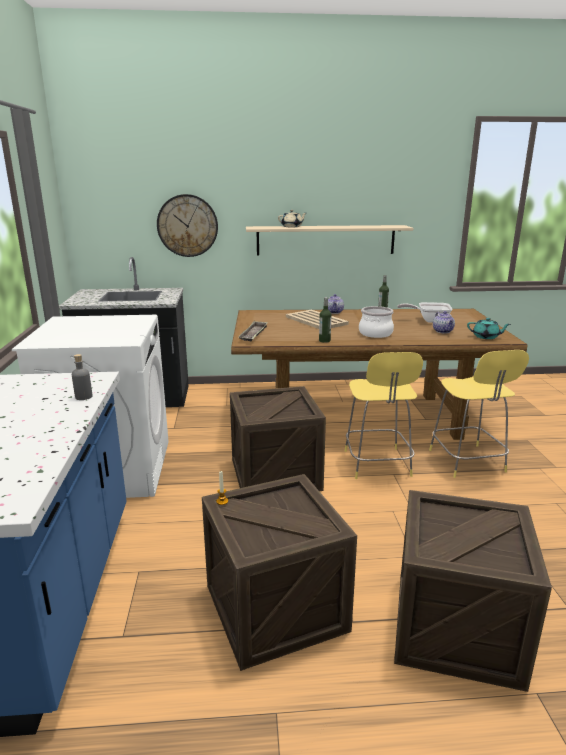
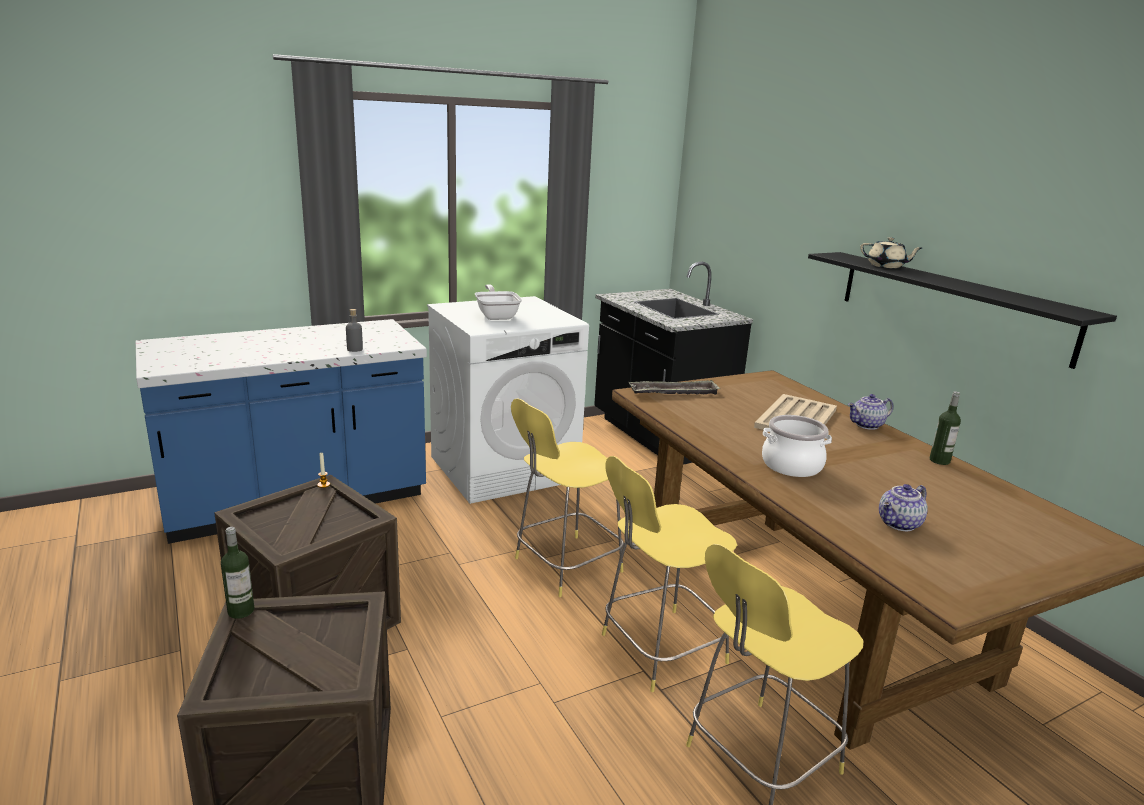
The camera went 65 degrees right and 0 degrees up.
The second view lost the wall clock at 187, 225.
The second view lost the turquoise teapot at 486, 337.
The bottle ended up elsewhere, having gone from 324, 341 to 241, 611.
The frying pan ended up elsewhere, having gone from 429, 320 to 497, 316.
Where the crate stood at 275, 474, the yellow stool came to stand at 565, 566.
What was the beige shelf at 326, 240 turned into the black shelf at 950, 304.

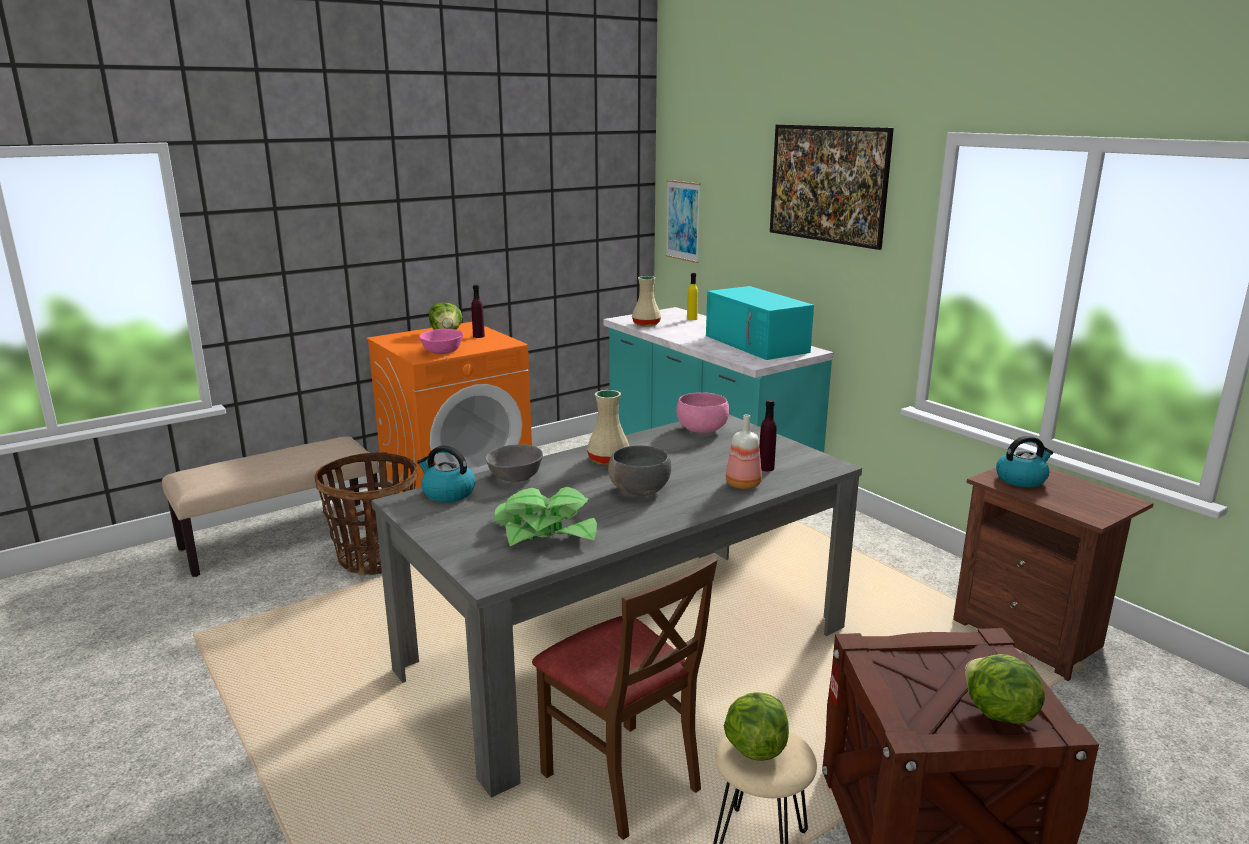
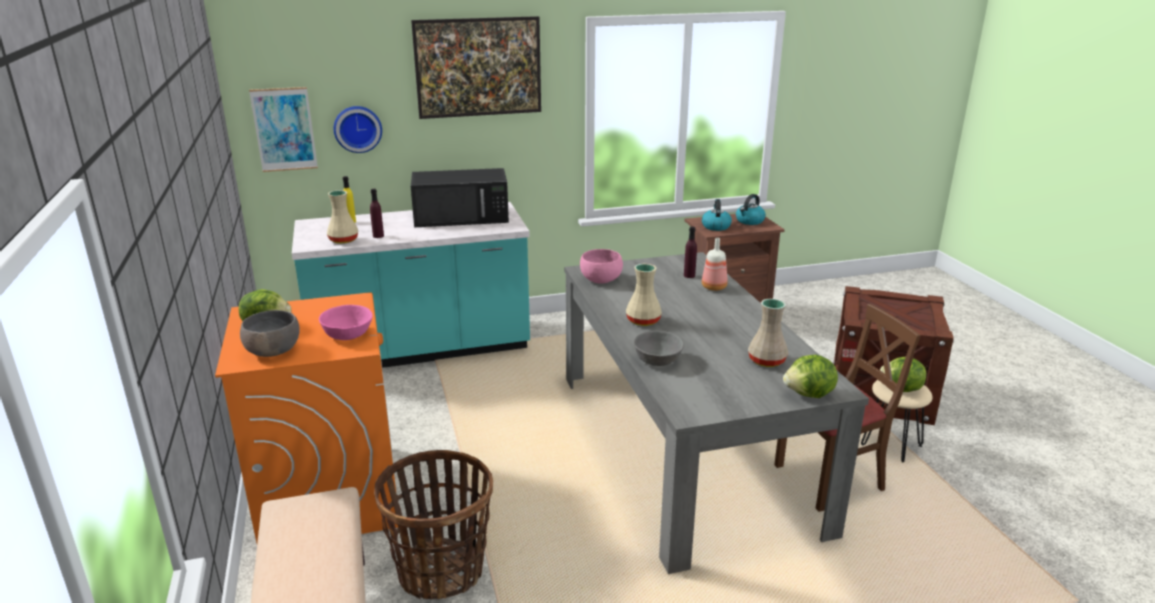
The camera went 70 degrees left and 5 degrees up.
The second view gained the wall clock at 357, 128.
The kettle ended up elsewhere, having gone from 447, 493 to 749, 221.
The purple bottle ended up elsewhere, having gone from 478, 336 to 378, 236.
The grey bowl ended up elsewhere, having gone from 639, 490 to 273, 351.
The lettuce ended up elsewhere, having gone from 997, 714 to 809, 395.
Where the potted plant stood at 545, 530, the beige vase came to stand at 766, 361.
What was the turquoise microwave at 757, 344 turned into the black microwave at 462, 216.

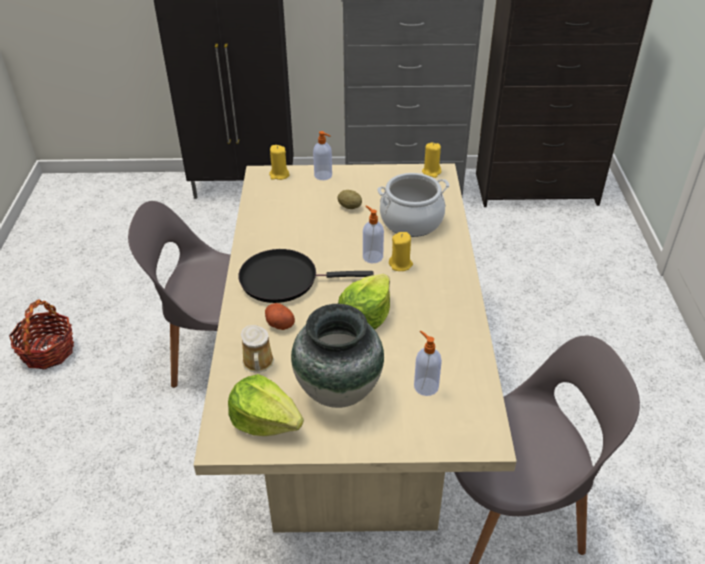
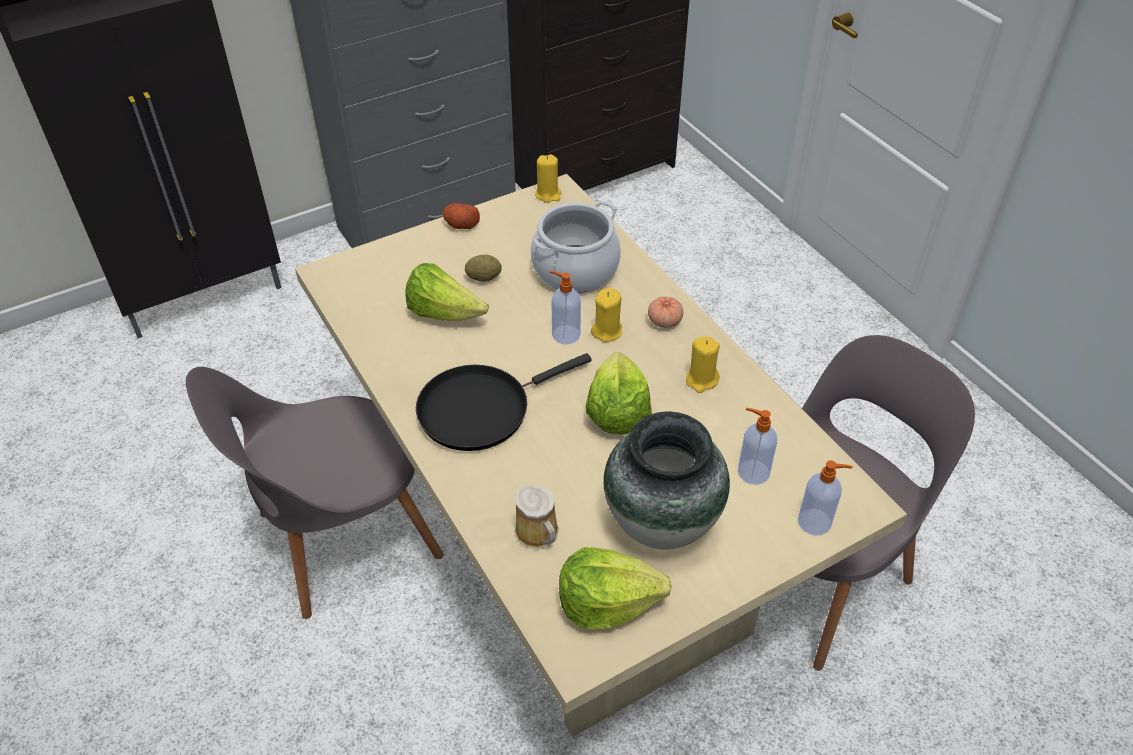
The camera went 30 degrees left and 5 degrees up.
The second view lost the basket at 48, 351.
The second view gained the lettuce at 444, 313.
The second view gained the tomato at 664, 321.
The potato ended up elsewhere, having gone from 279, 323 to 461, 225.
The yellow candle ended up elsewhere, having gone from 279, 175 to 701, 380.
The soap dispenser ended up elsewhere, having gone from 323, 176 to 815, 522.

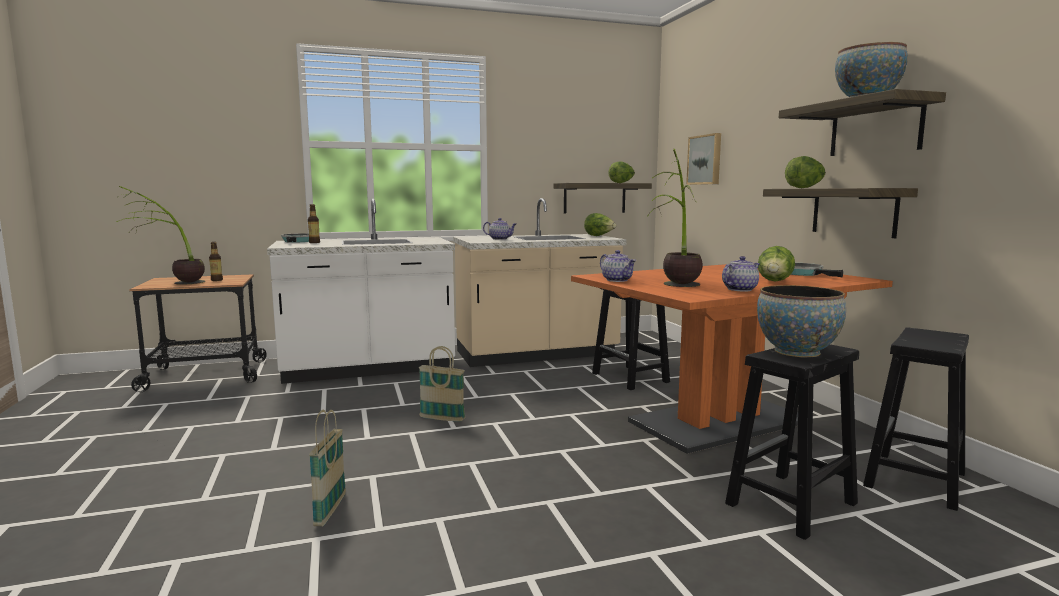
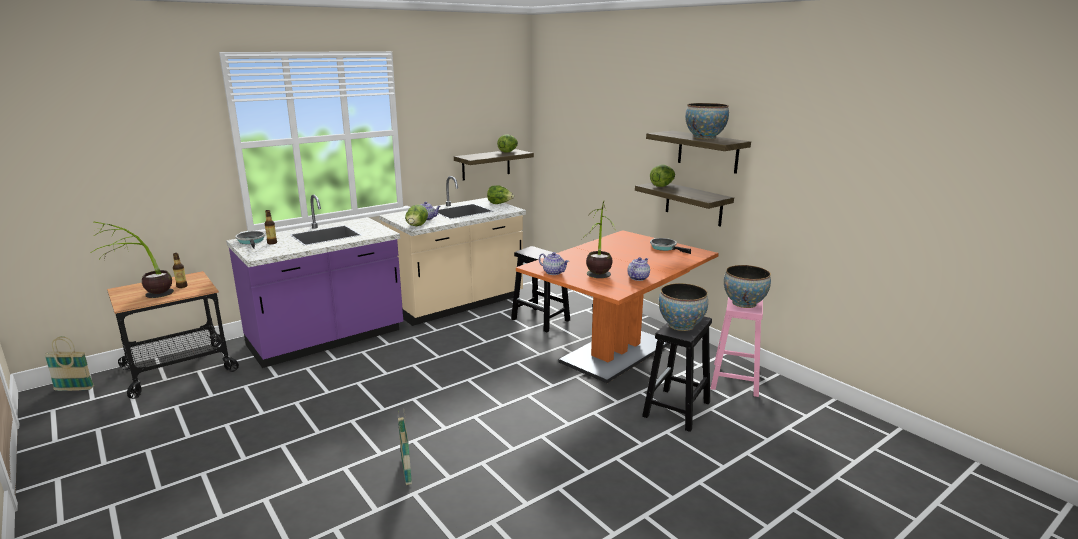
The camera went 20 degrees left and 10 degrees up.
The second view lost the picture at 705, 160.
The second view gained the bowl at 744, 303.
The basket ended up elsewhere, having gone from 442, 419 to 74, 389.
The lettuce ended up elsewhere, having gone from 775, 282 to 416, 226.
What was the white counter at 368, 368 turned into the purple counter at 327, 339.
What was the black stool at 915, 480 turned into the pink stool at 735, 379.

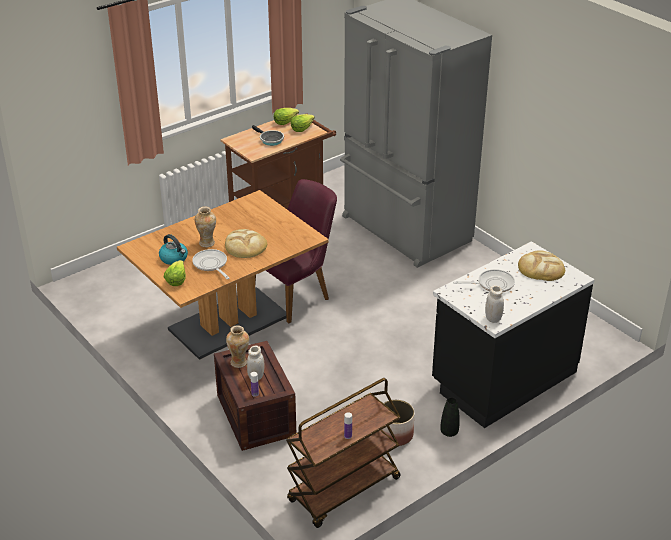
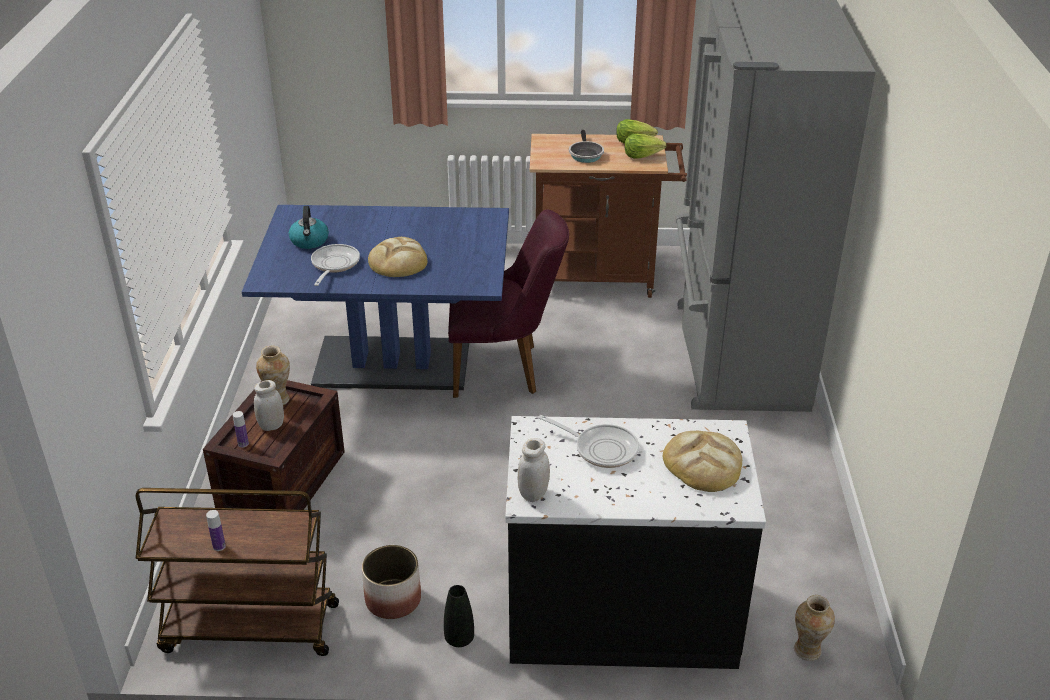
The camera went 40 degrees right and 0 degrees up.
The second view lost the lettuce at 176, 280.
The vase ended up elsewhere, having gone from 207, 243 to 807, 651.
What was the brown dining table at 229, 323 turned into the blue dining table at 392, 364.

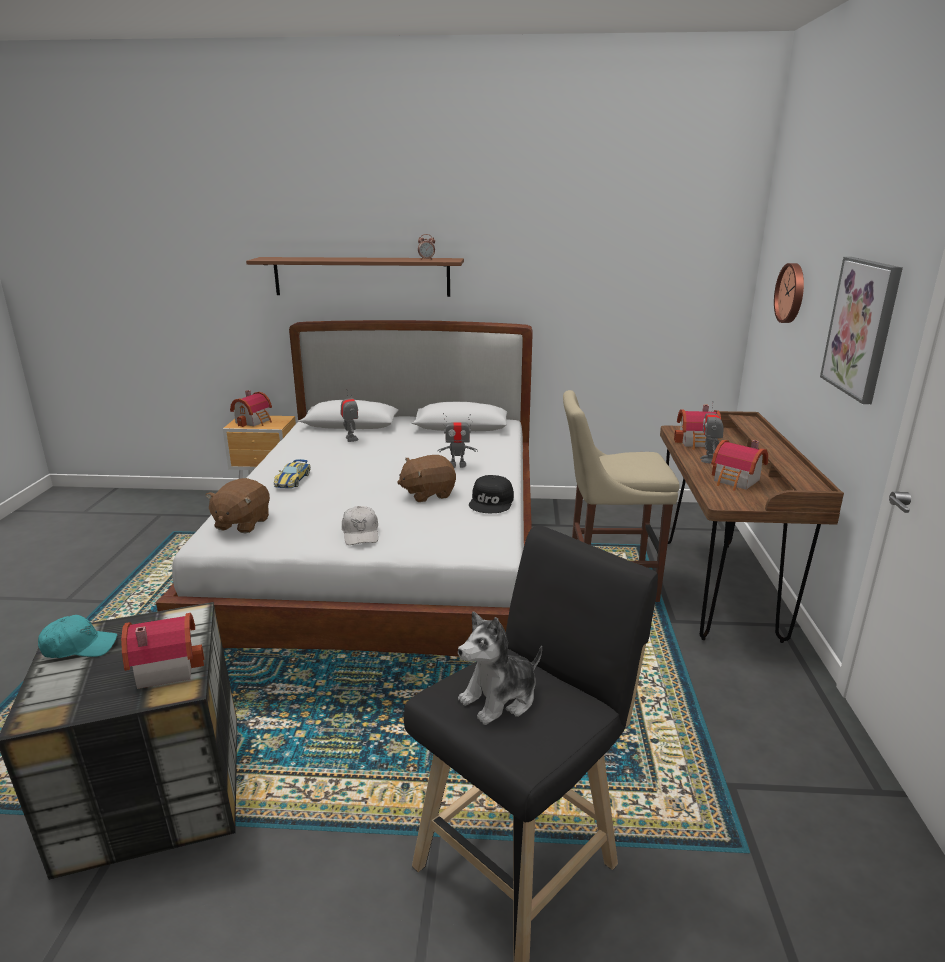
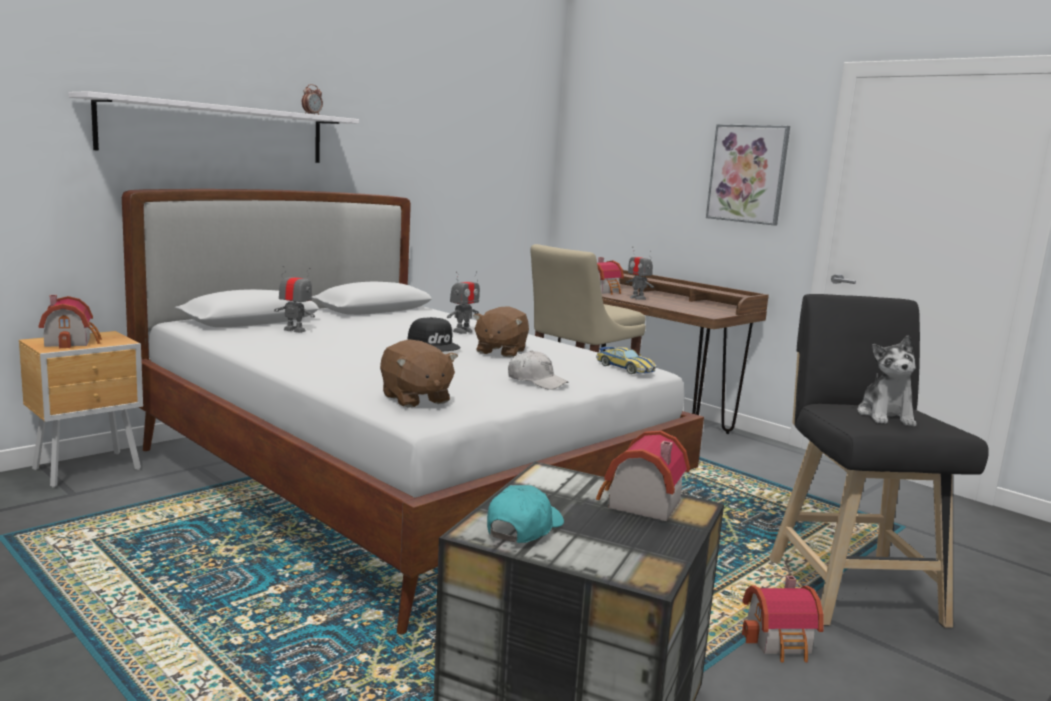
The camera went 50 degrees left and 10 degrees down.
The second view lost the wall clock at 792, 293.
The toy car ended up elsewhere, having gone from 293, 480 to 625, 368.
The black cap ended up elsewhere, having gone from 492, 502 to 434, 345.
The toy house ended up elsewhere, having gone from 736, 481 to 781, 642.
What was the brown shelf at 362, 276 turned into the white shelf at 216, 132.

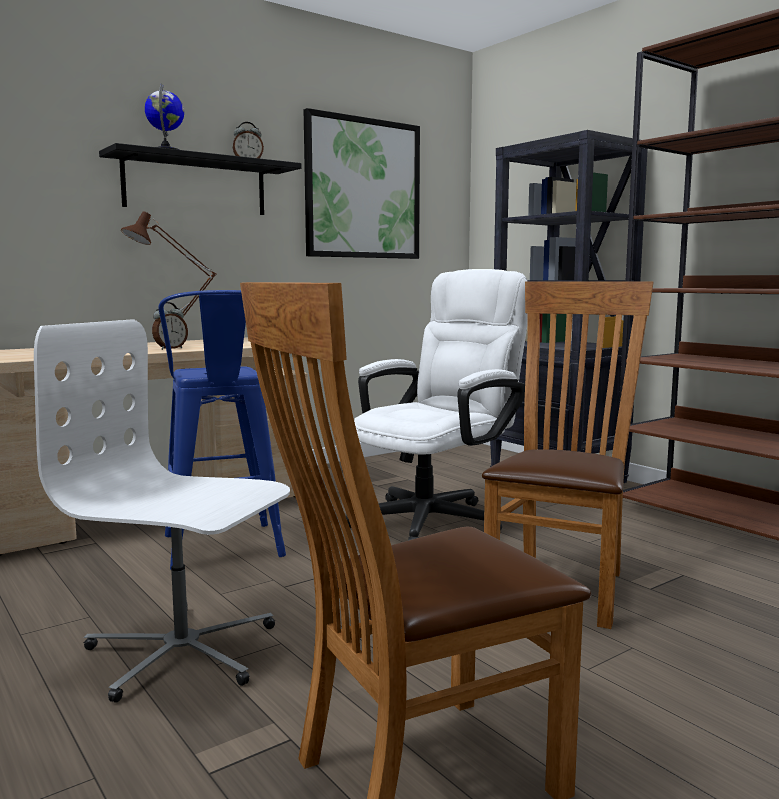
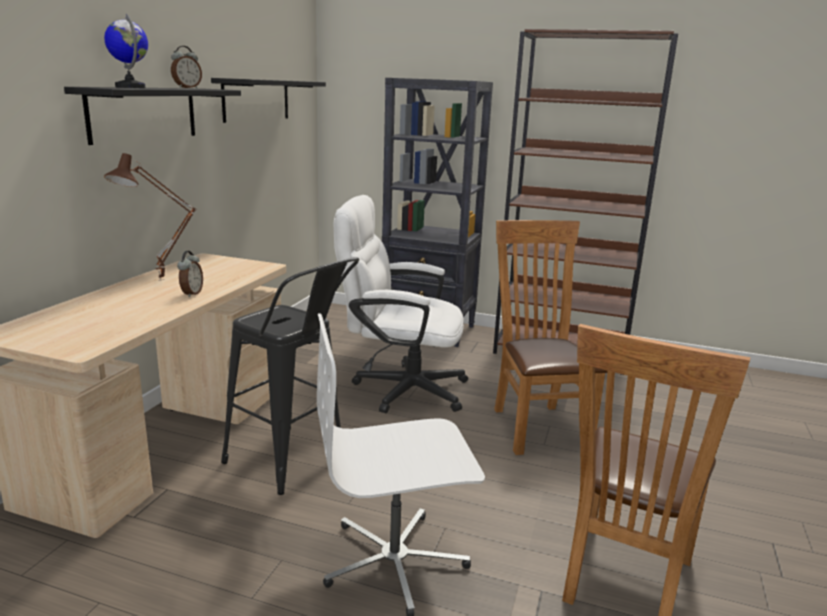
The camera went 35 degrees left and 10 degrees up.
Where the picture hung at 363, 189, the black shelf came to hang at 256, 100.
What was the blue stool at 224, 551 turned into the black stool at 293, 464.
The white office chair at 436, 518 ended up facing another way, 90 degrees counterclockwise from before.

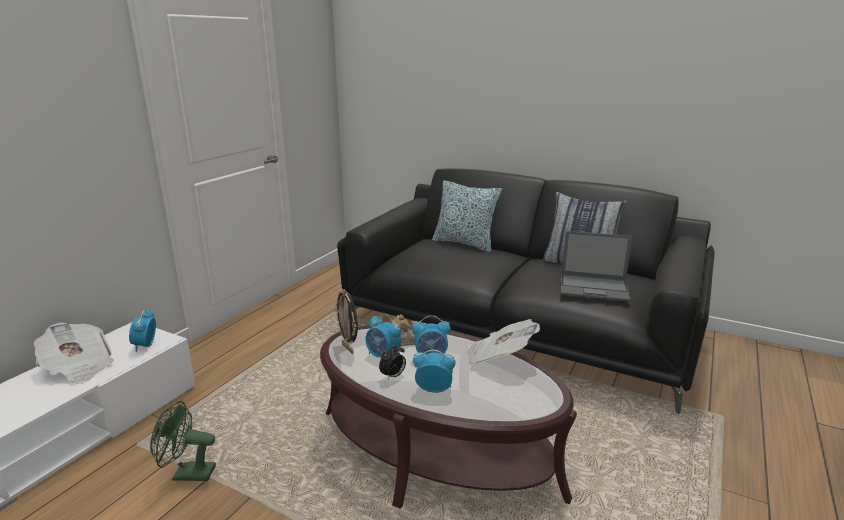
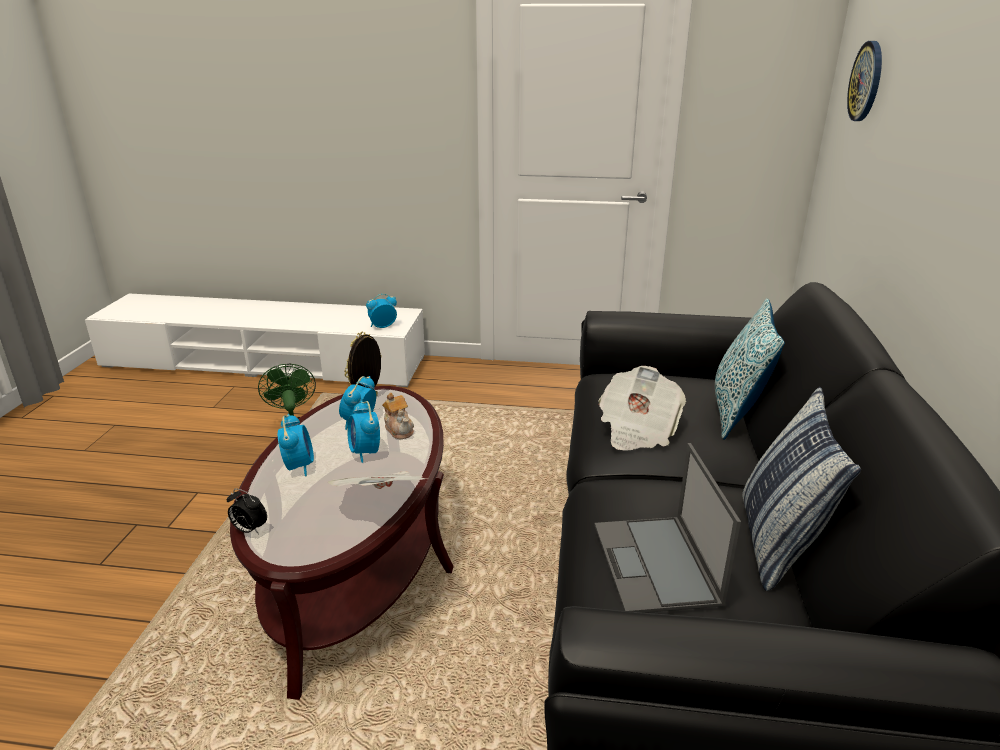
The camera went 70 degrees right and 5 degrees up.
The second view gained the wall clock at 866, 81.
The newspaper ended up elsewhere, having gone from 78, 367 to 637, 430.
The alarm clock ended up elsewhere, having gone from 393, 376 to 249, 530.

